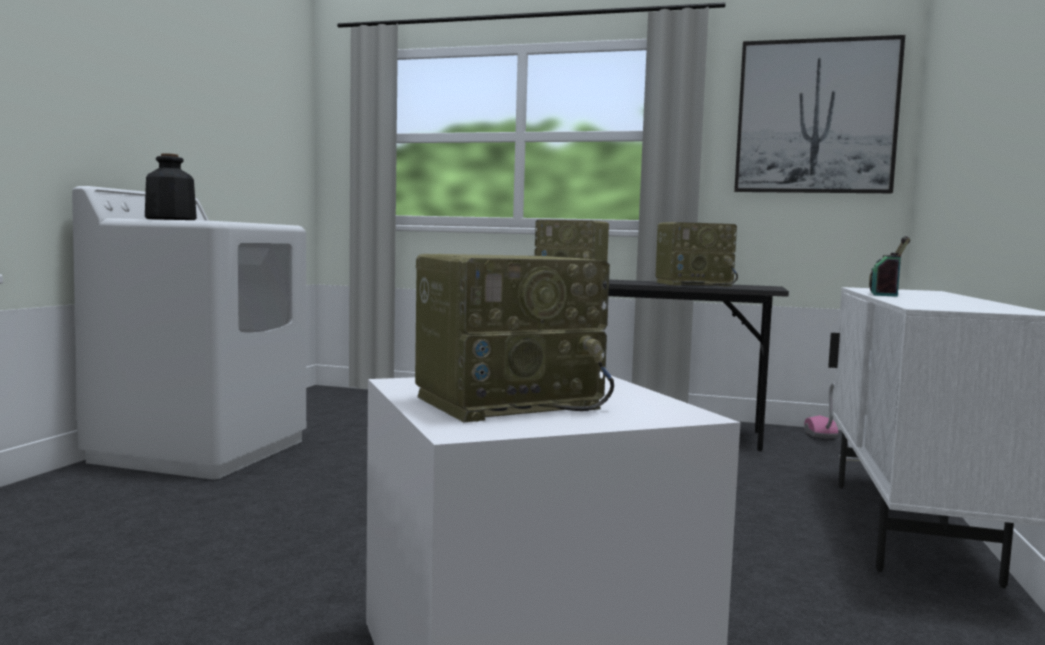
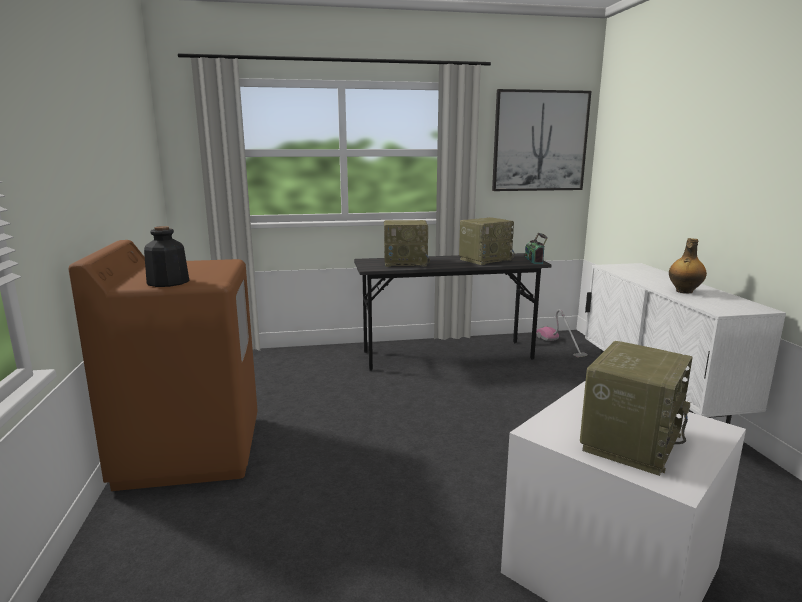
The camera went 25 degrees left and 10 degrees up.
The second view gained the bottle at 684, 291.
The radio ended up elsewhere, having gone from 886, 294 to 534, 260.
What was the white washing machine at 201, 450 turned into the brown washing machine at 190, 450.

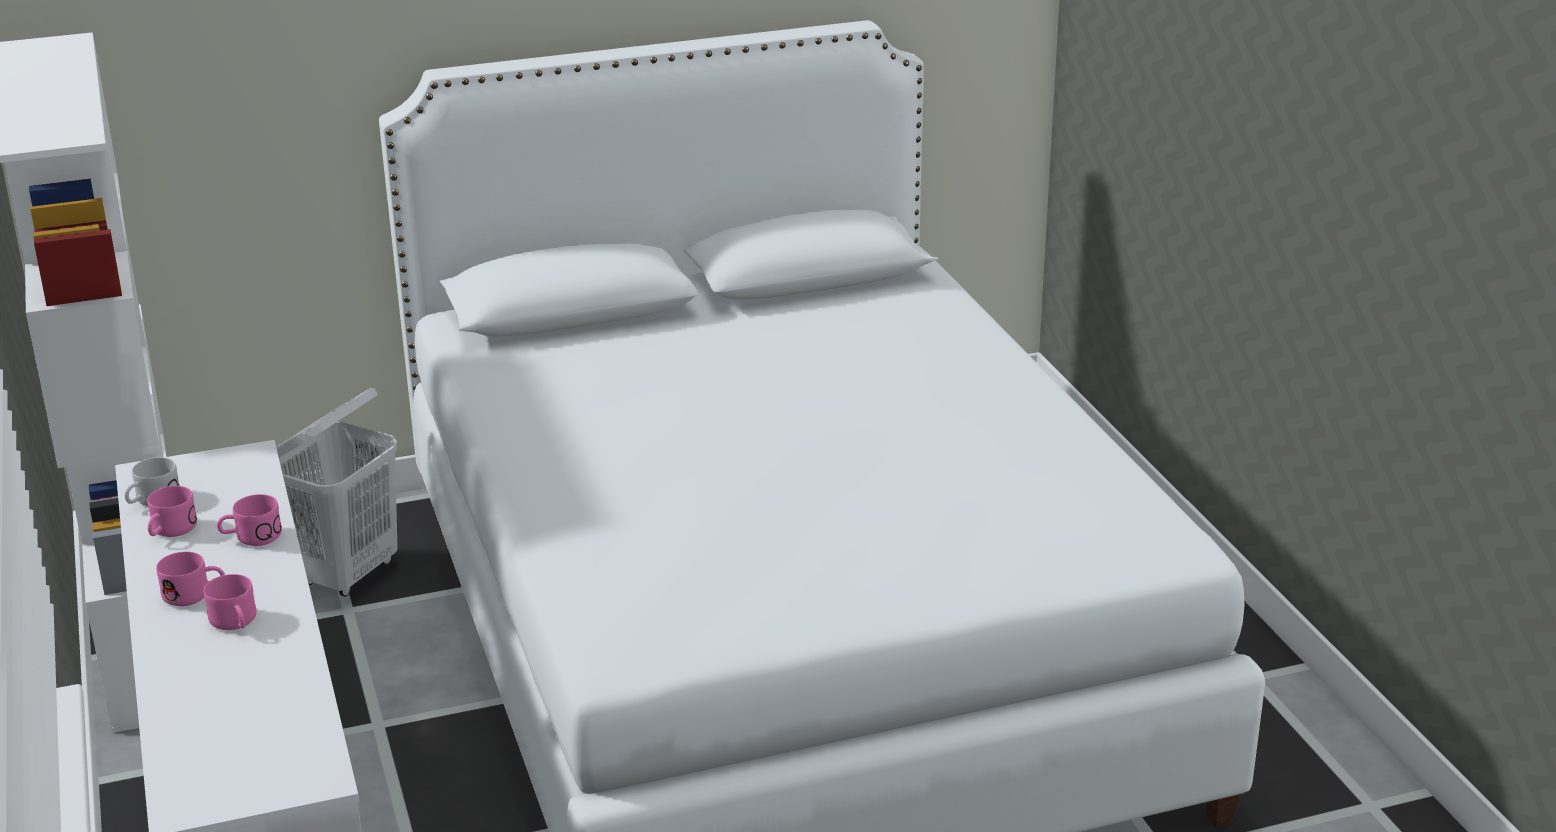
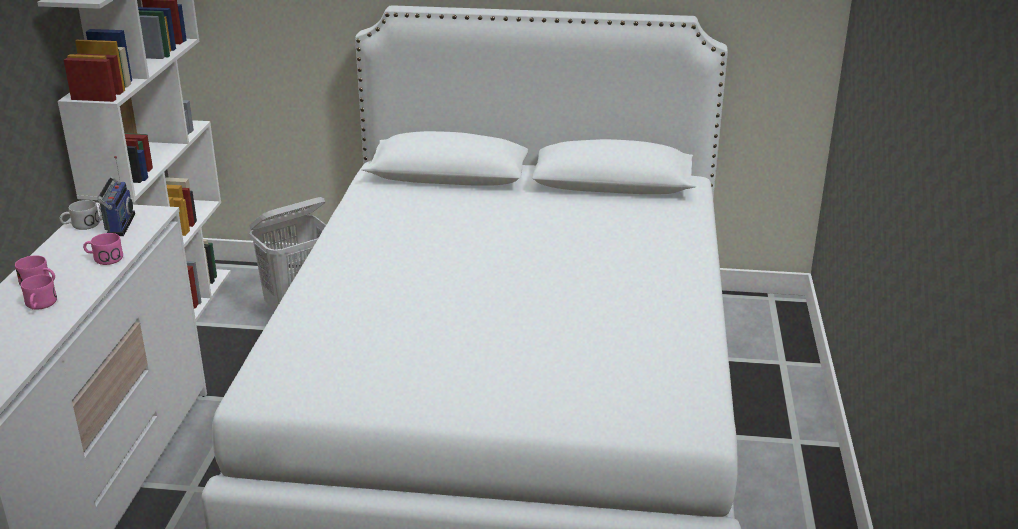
The camera went 25 degrees right and 0 degrees up.
The second view lost the pink mug at 170, 531.
The second view gained the radio at 118, 225.

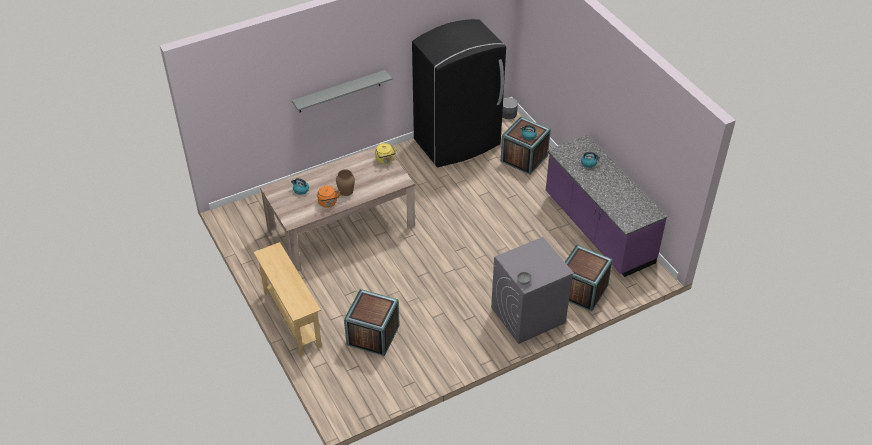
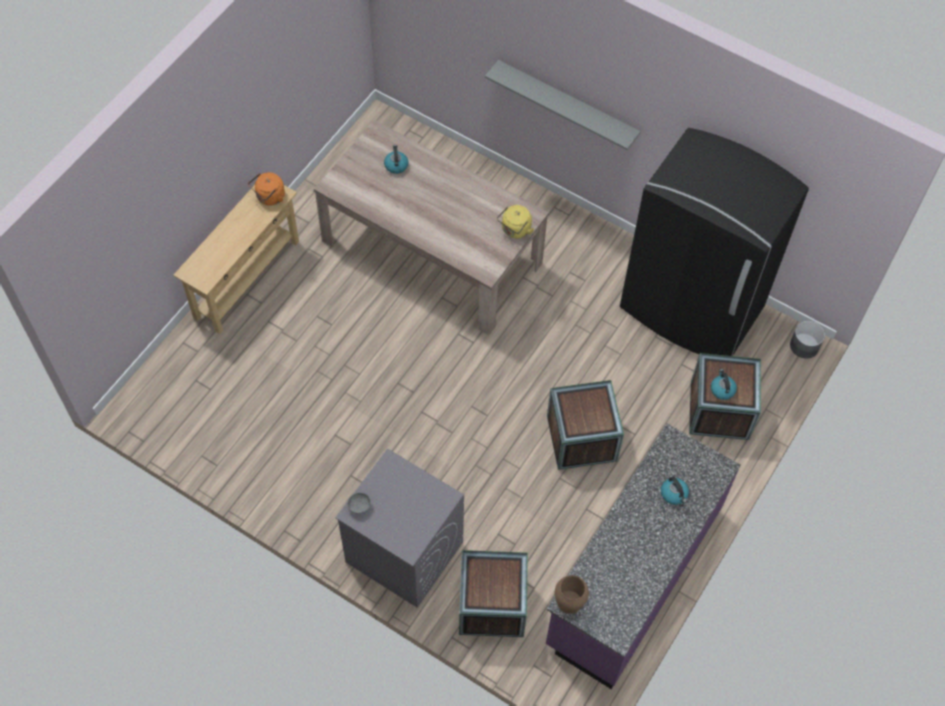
The camera went 60 degrees right and 15 degrees up.
The orange kettle ended up elsewhere, having gone from 328, 203 to 269, 197.
The brown vase ended up elsewhere, having gone from 346, 191 to 569, 601.
The crate ended up elsewhere, having gone from 373, 335 to 581, 438.

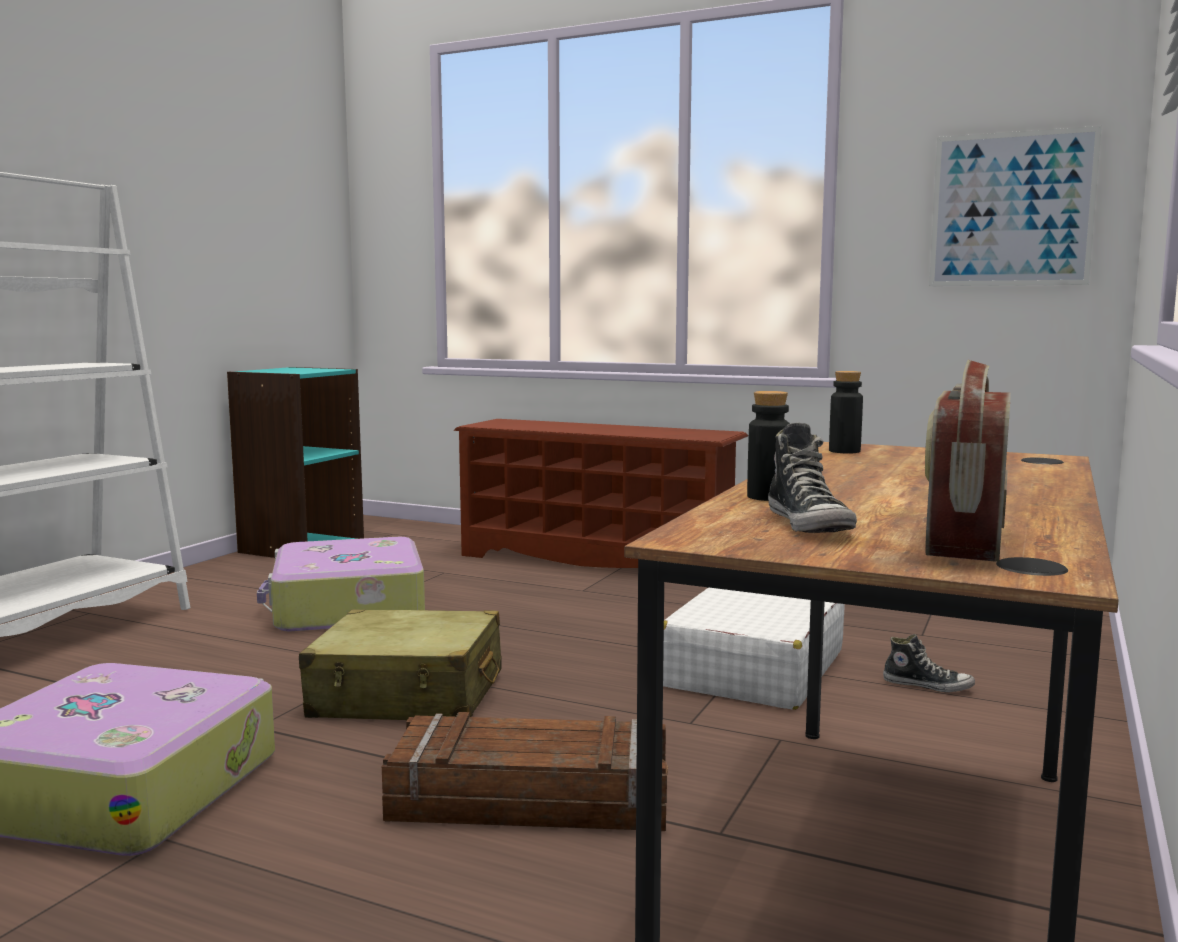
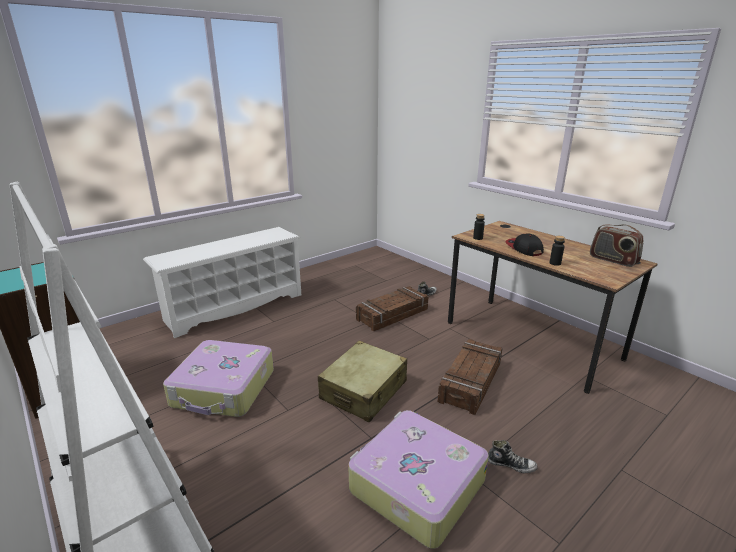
The camera went 65 degrees left and 15 degrees up.
The second view lost the picture at 1011, 209.
The second view gained the cap at 523, 248.
The shoe ended up elsewhere, having gone from 809, 525 to 511, 464.
Where the white suitcase stood at 753, 669, the crate came to stand at 393, 315.
What was the brown shoe rack at 598, 560 turned into the white shoe rack at 235, 307.

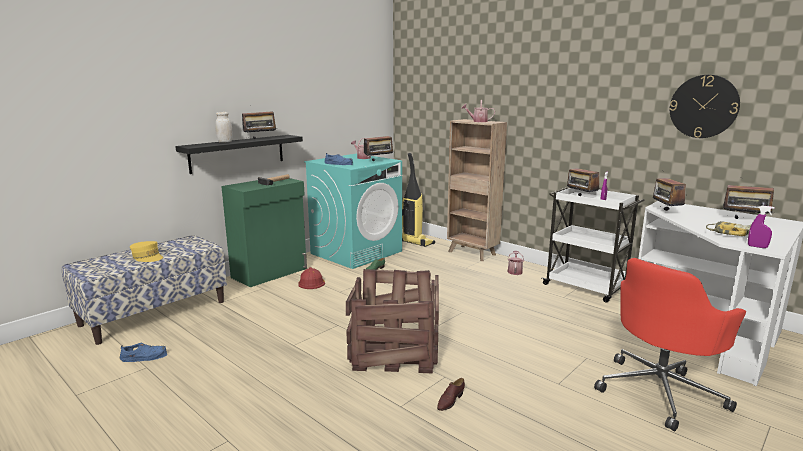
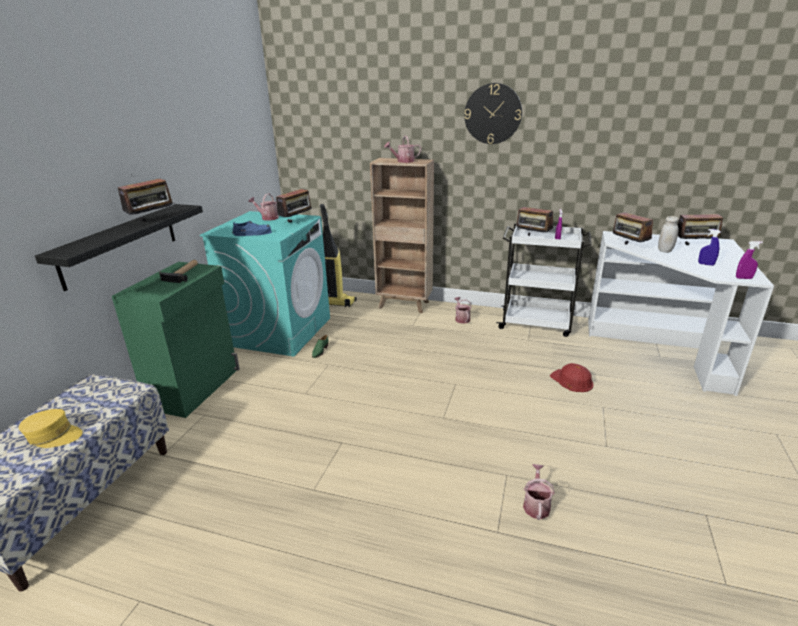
The camera went 25 degrees left and 10 degrees up.
The second view lost the blue shoe at 144, 356.
The second view lost the crate at 396, 350.
The second view lost the red office chair at 660, 391.
The white jar ended up elsewhere, having gone from 225, 142 to 665, 250.
The red hard hat ended up elsewhere, having gone from 311, 282 to 572, 381.
The wall clock ended up elsewhere, having gone from 703, 106 to 493, 114.
Where the brown shoe stood at 450, 401, the watering can came to stand at 536, 505.
Where the power drill stood at 731, 233, the blue spray bottle came to stand at 706, 264.

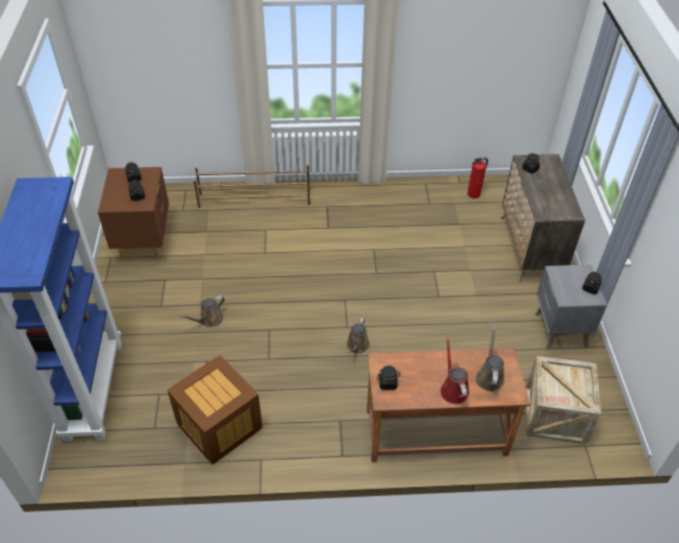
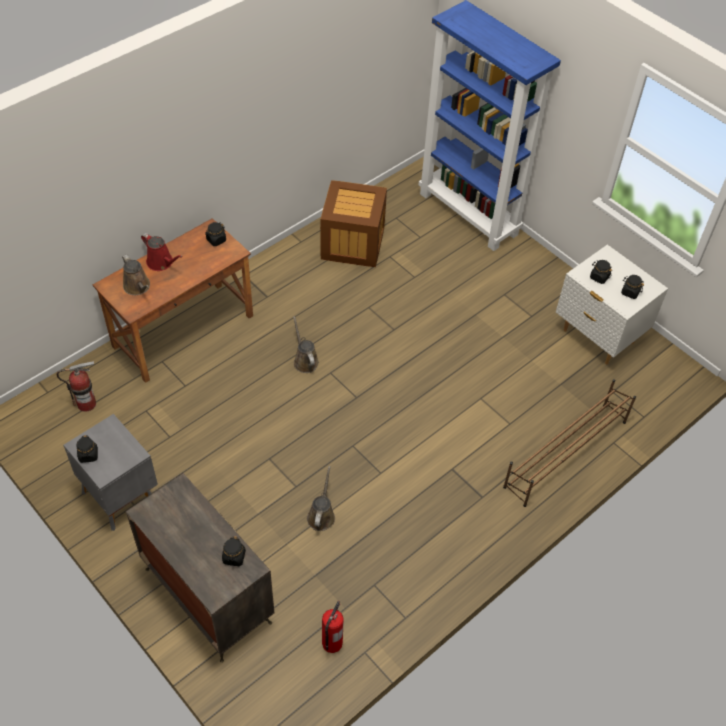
The camera went 140 degrees right and 5 degrees up.
The brown watering can ended up elsewhere, having gone from 209, 320 to 321, 515.
Where the crate stood at 554, 415, the fire extinguisher came to stand at 86, 403.
What was the brown nightstand at 144, 242 turned into the white nightstand at 598, 337.

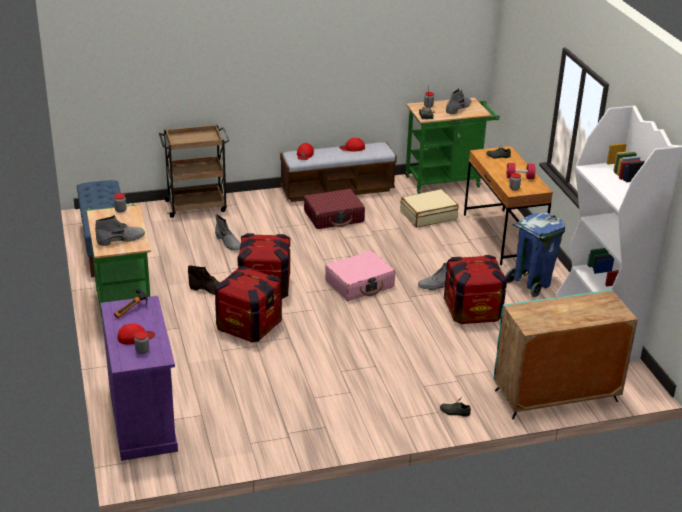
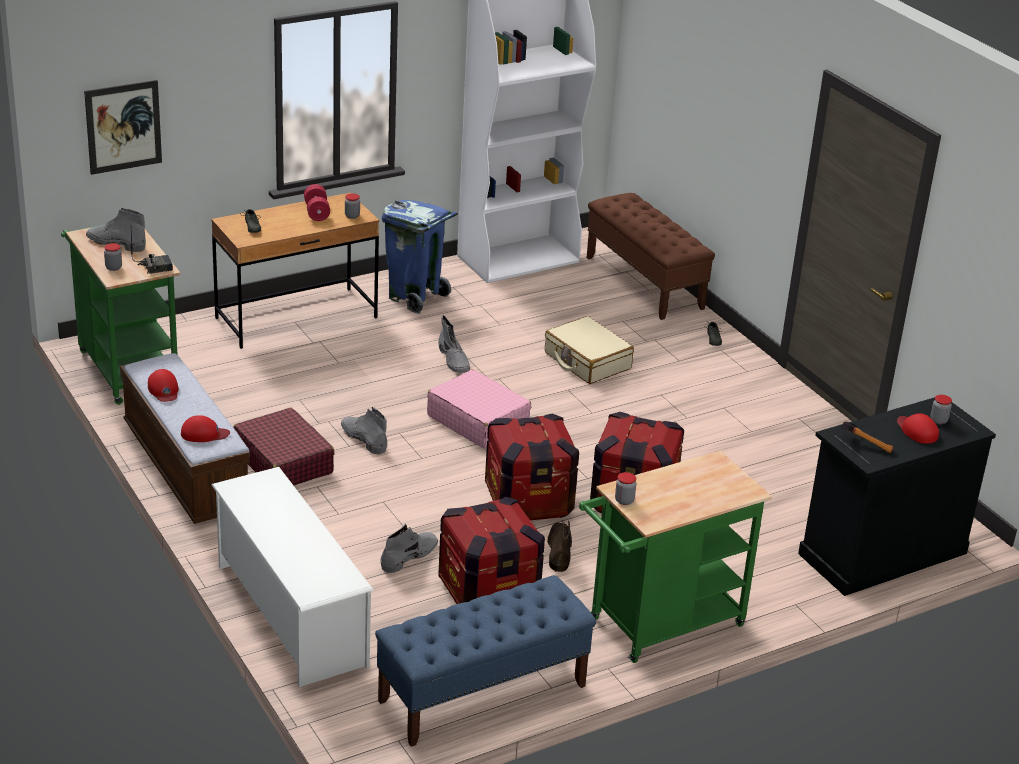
The camera went 105 degrees left and 0 degrees up.
The second view gained the picture at 123, 127.
The grey boot ended up elsewhere, having gone from 121, 239 to 363, 438.
The beige suitcase ended up elsewhere, having gone from 428, 215 to 587, 361.
The crate ended up elsewhere, having gone from 472, 311 to 488, 592.
Where the brown cart stood at 197, 206, the white shoe rack came to stand at 290, 614.
Where the turquoise cabinet stood at 555, 396, the brown bench came to stand at 644, 283.
What was the purple cabinet at 143, 418 turned into the black cabinet at 882, 553.

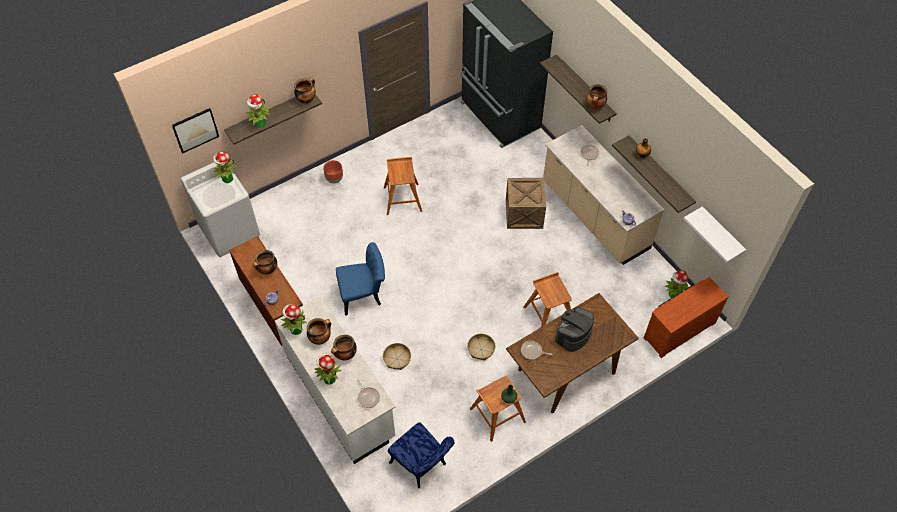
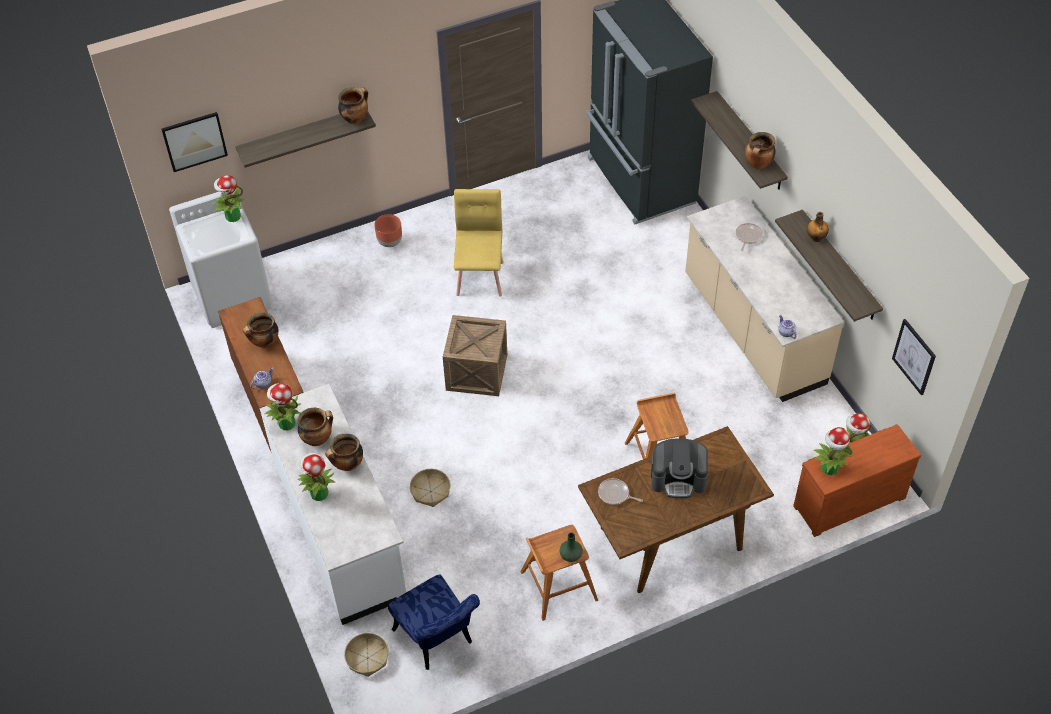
The camera went 10 degrees right and 5 degrees down.
The second view lost the blue chair at 364, 295.
The second view lost the frying pan at 368, 397.
The potted plant ended up elsewhere, having gone from 260, 124 to 829, 468.
The basket ended up elsewhere, having gone from 481, 349 to 367, 658.
The crate ended up elsewhere, having gone from 524, 214 to 476, 372.
Where the brown stool stood at 402, 198, the yellow chair came to stand at 480, 278.
Where the white shelf hung at 721, 233, the picture came to hang at 914, 356.
The coffee machine at 573, 334 ended up facing another way, 135 degrees counterclockwise from before.

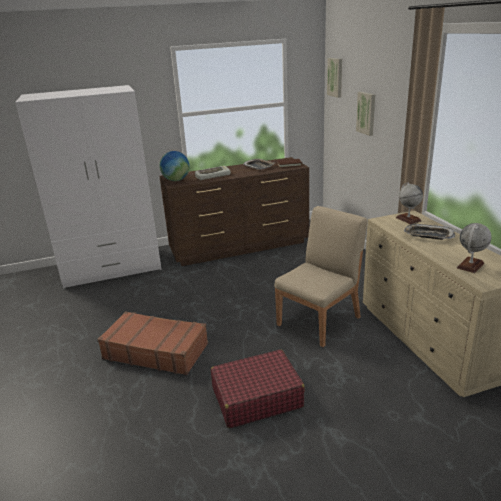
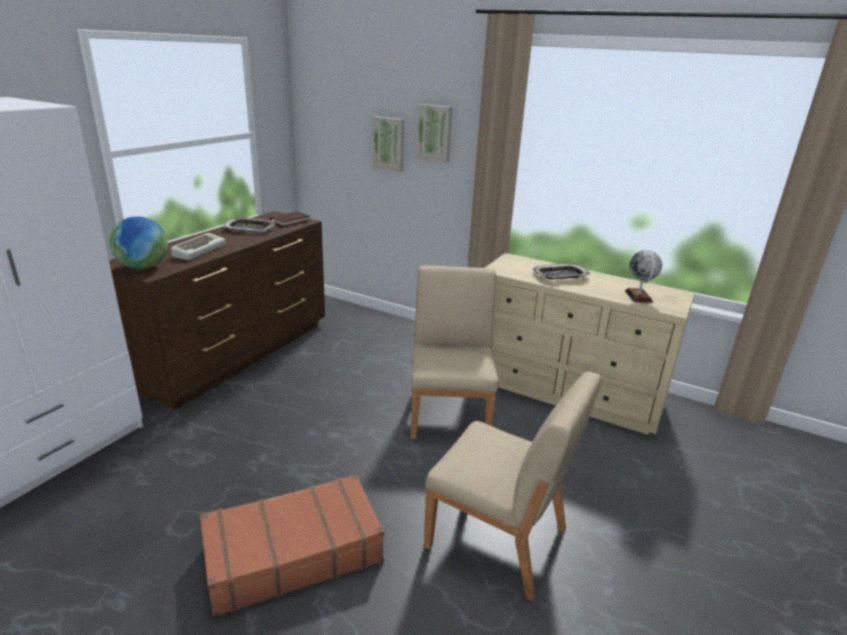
The camera went 45 degrees left and 0 degrees up.
The second view lost the globe at 408, 219.
The picture ended up elsewhere, having gone from 335, 77 to 434, 133.
Where the red suitcase stood at 256, 397, the beige chair came to stand at 498, 539.

